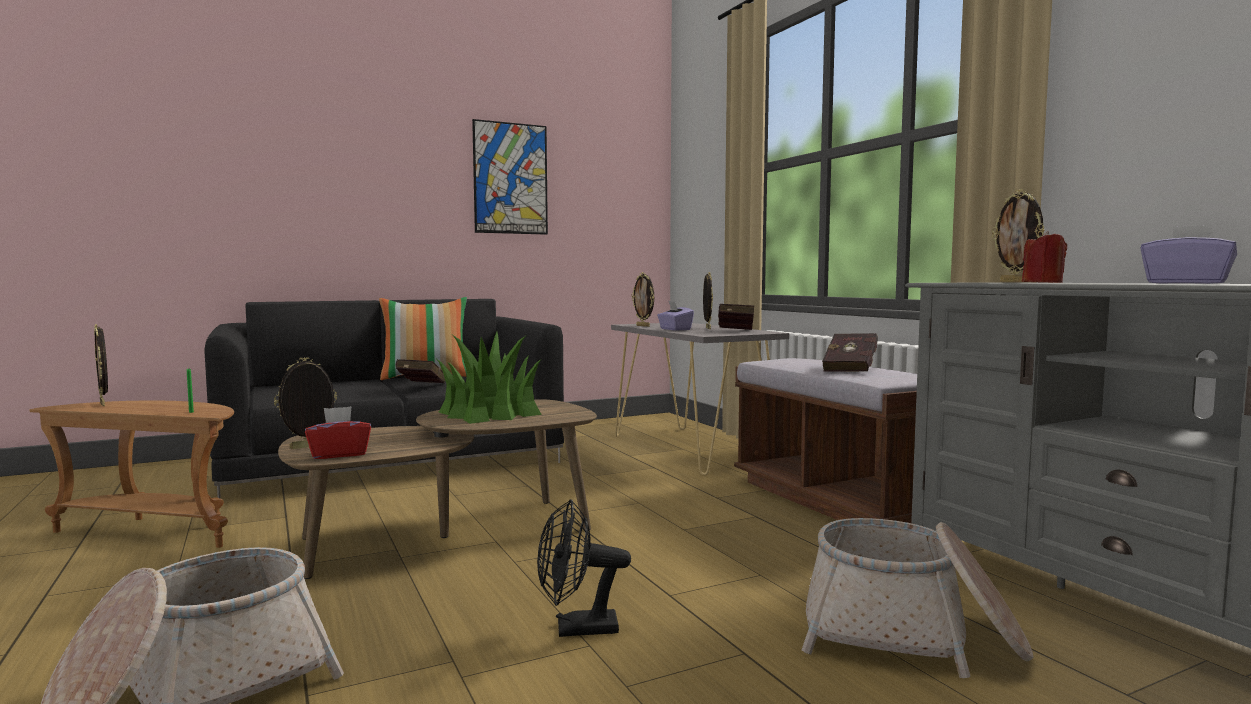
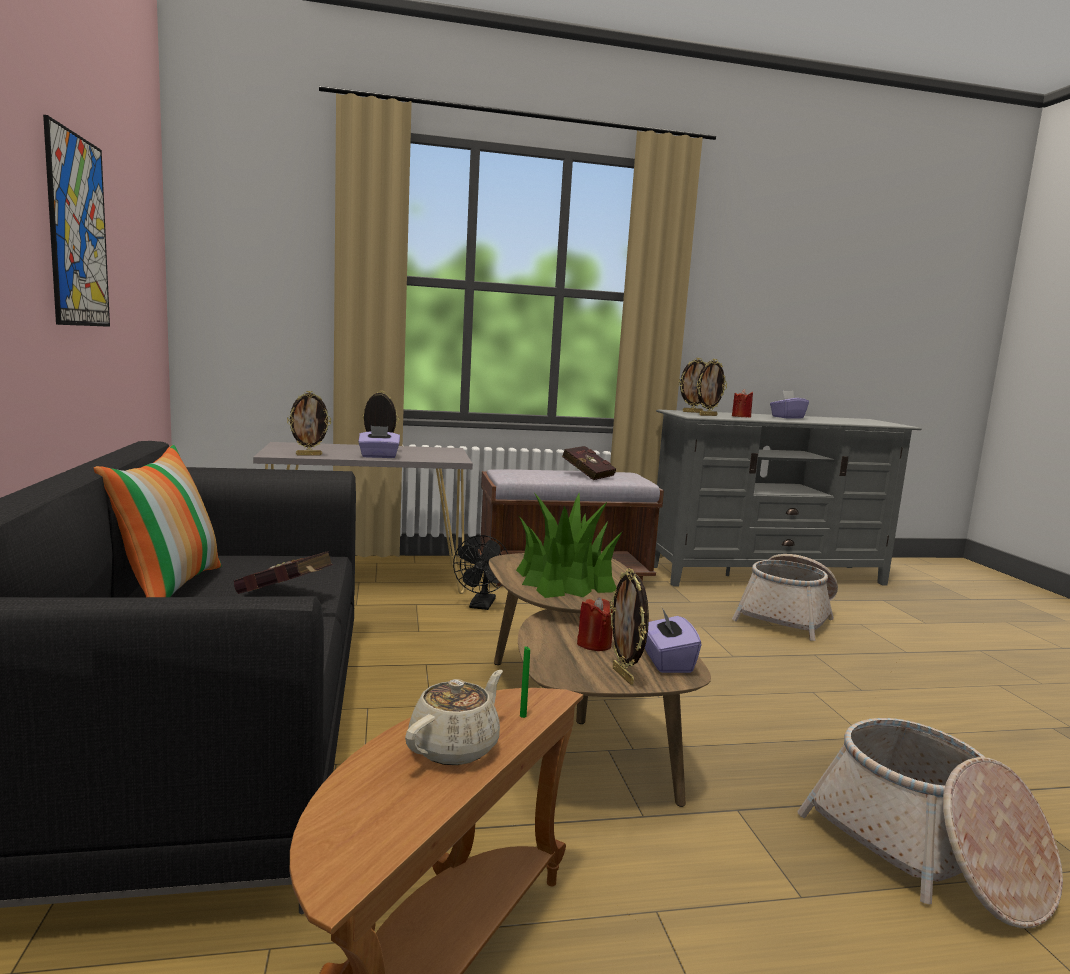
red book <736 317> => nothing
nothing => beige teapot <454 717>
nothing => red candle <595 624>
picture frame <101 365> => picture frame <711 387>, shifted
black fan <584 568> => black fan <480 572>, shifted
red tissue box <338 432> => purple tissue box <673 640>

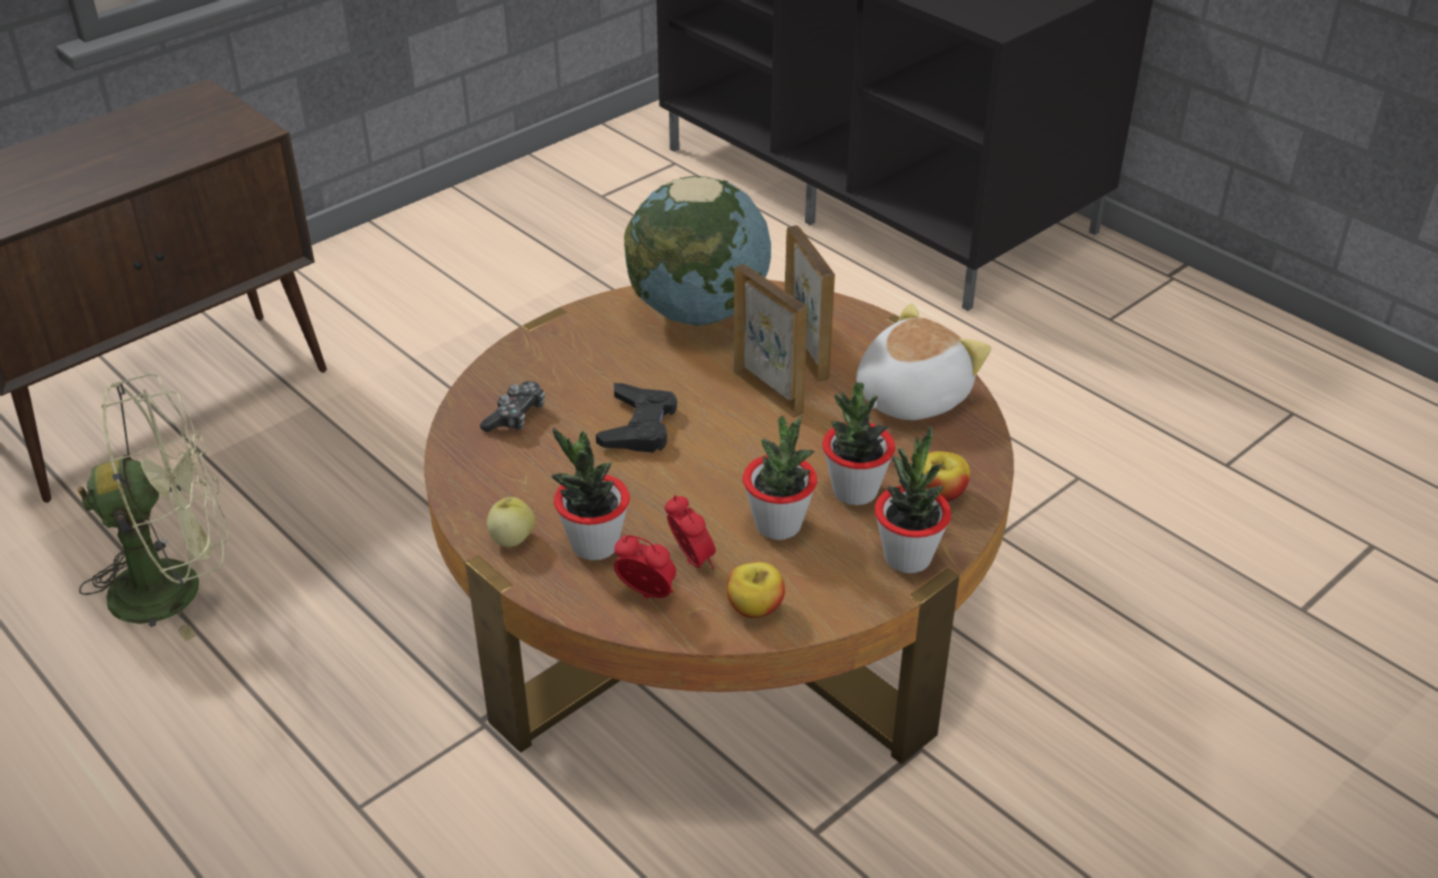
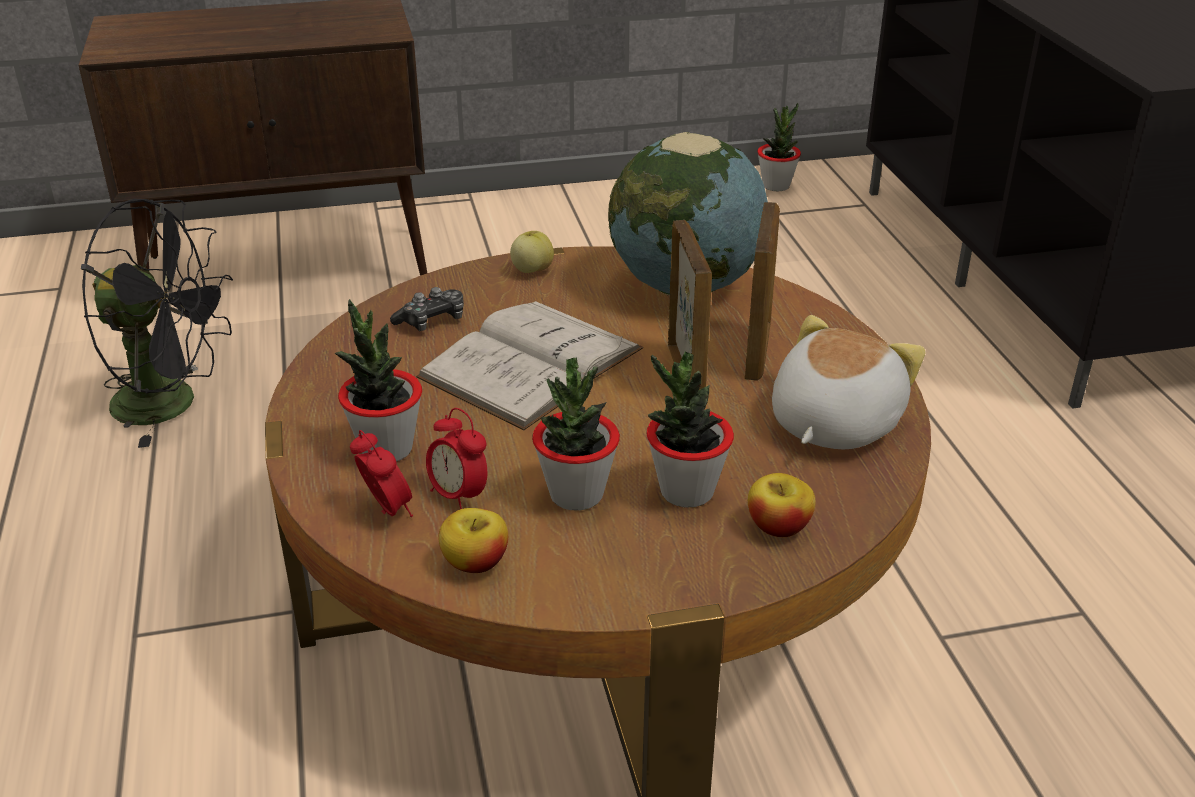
apple <511 522> => apple <532 252>, shifted
potted plant <912 499> => potted plant <779 147>, shifted
black game controller <636 418> => white book <529 366>
green fan <152 507> => black fan <157 323>
alarm clock <690 532> => alarm clock <456 458>, 135 degrees clockwise
plush toy <923 361> => plush toy <849 382>, 45 degrees counterclockwise

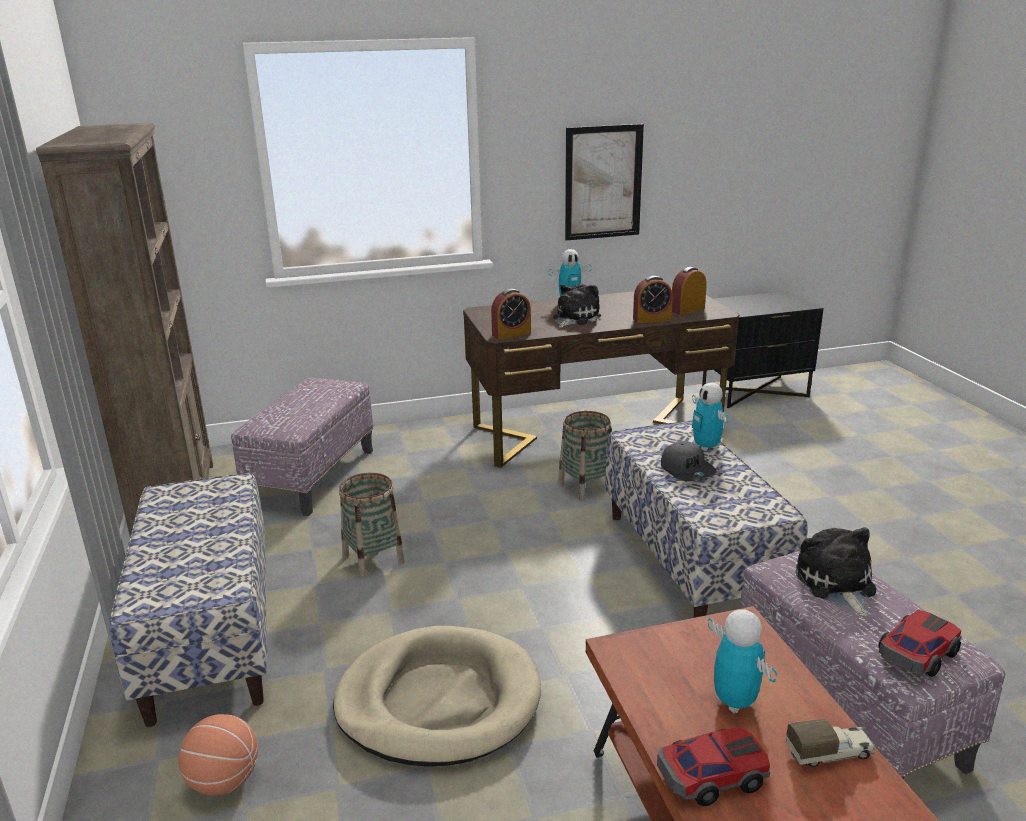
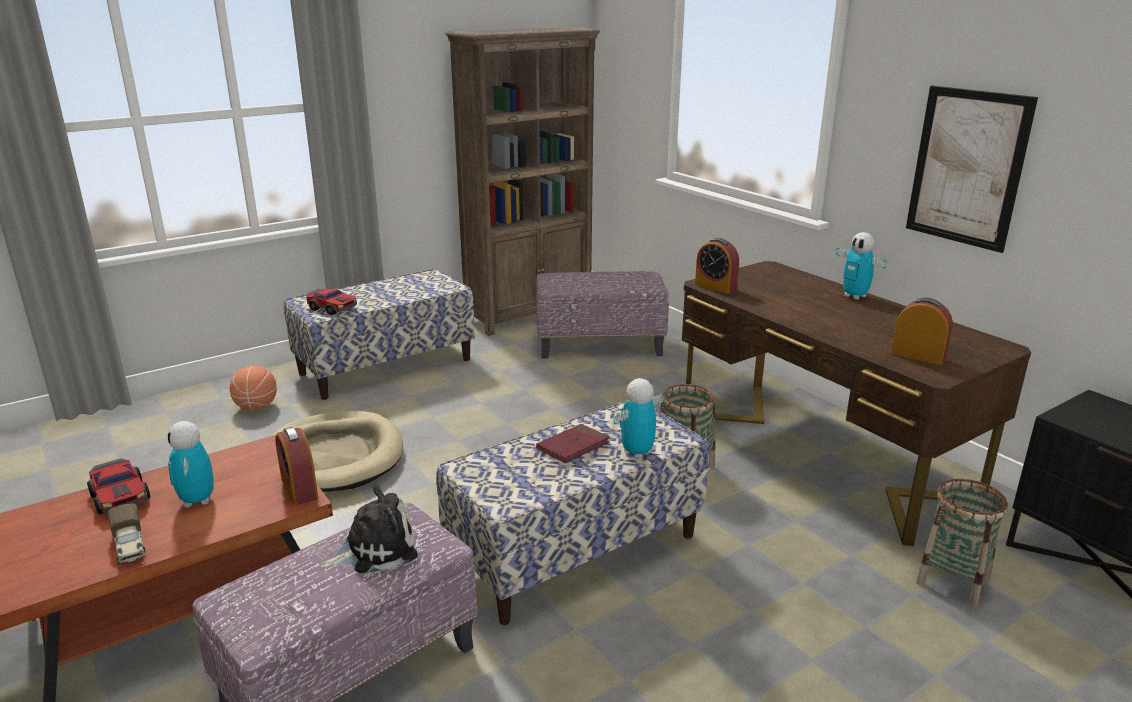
plush toy <577 306> => nothing
basket <372 525> => basket <962 543>, shifted
alarm clock <653 300> => alarm clock <296 466>, shifted
toy car <919 643> => toy car <331 302>, shifted
grey cap <688 461> => red book <573 443>
toy robot <742 661> => toy robot <190 464>, 120 degrees clockwise

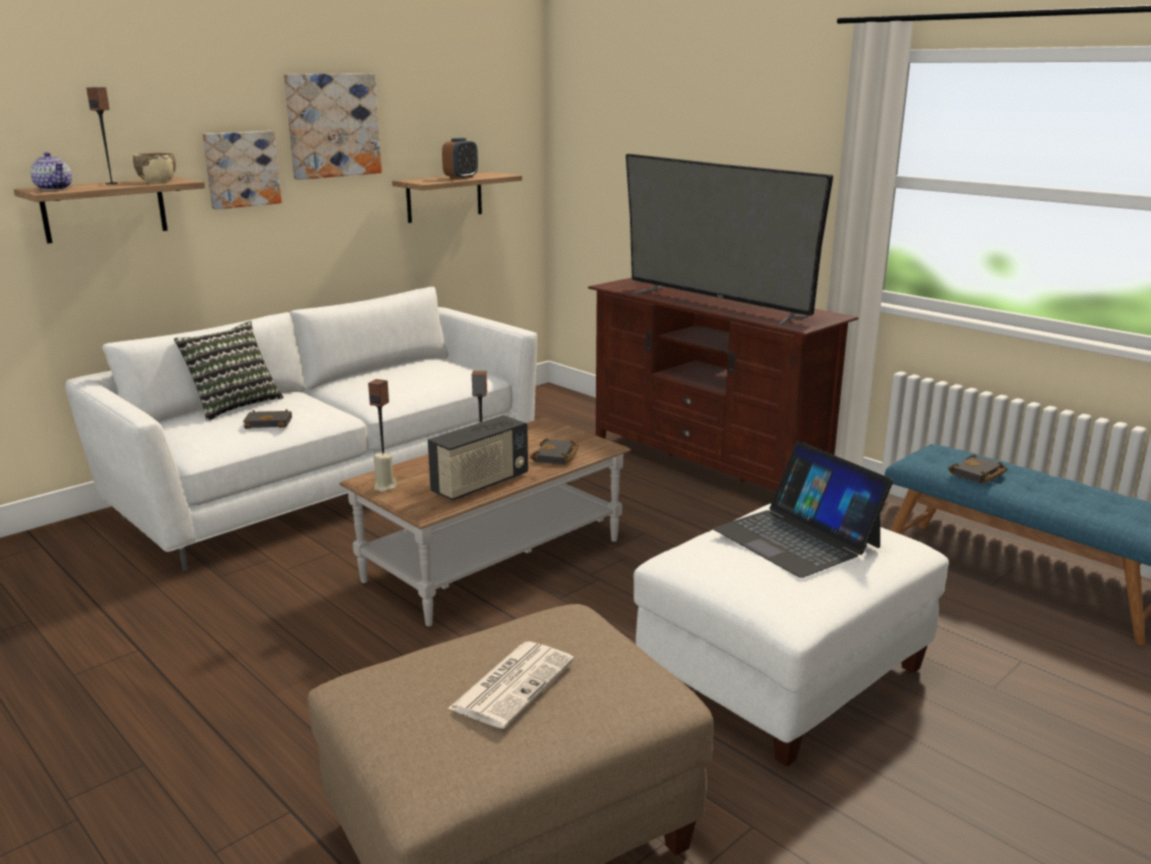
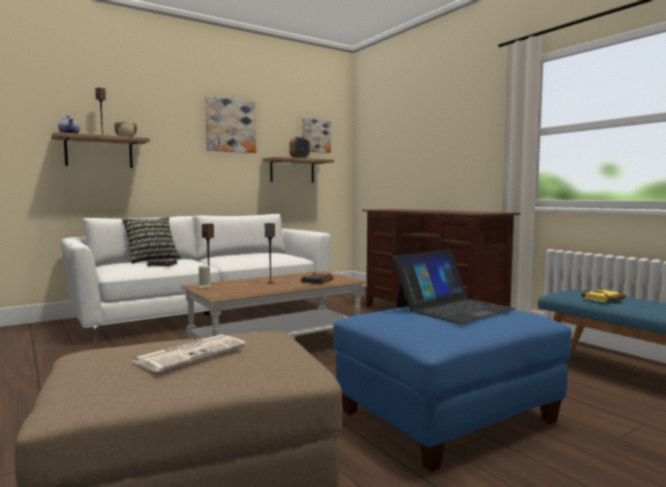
radio <478 458> => nothing
television <729 239> => nothing
picture <242 170> => picture <316 135>, shifted
white ottoman <791 635> => blue ottoman <452 389>
black book <978 469> => yellow book <603 295>
laptop <803 509> => laptop <454 287>, 105 degrees counterclockwise

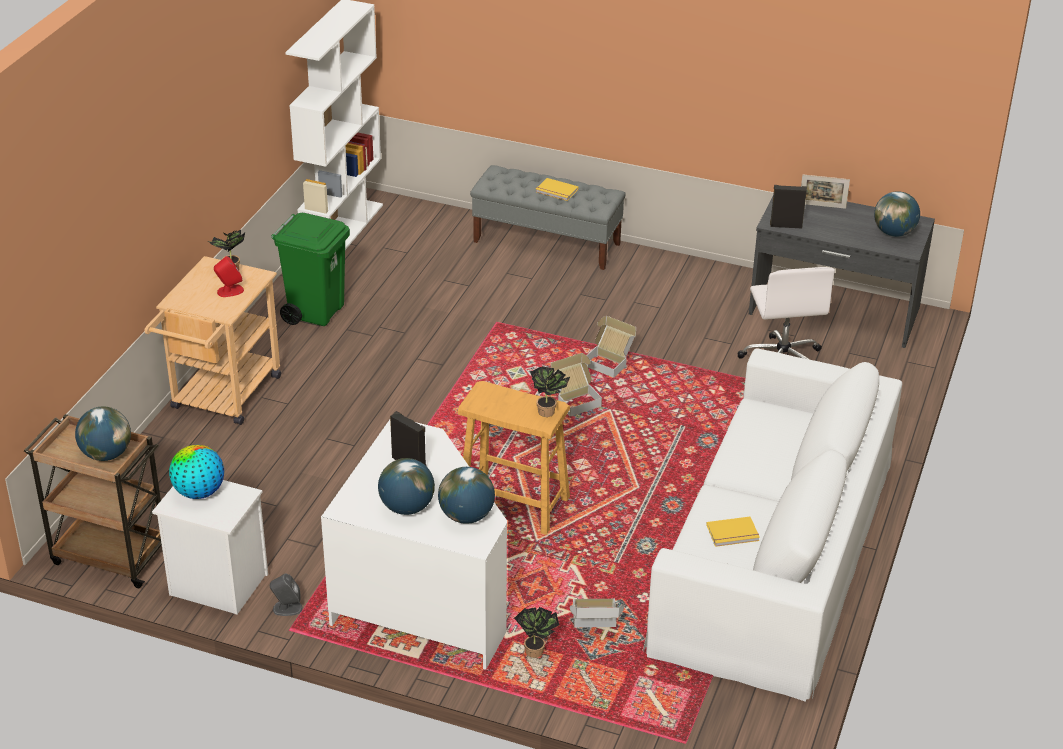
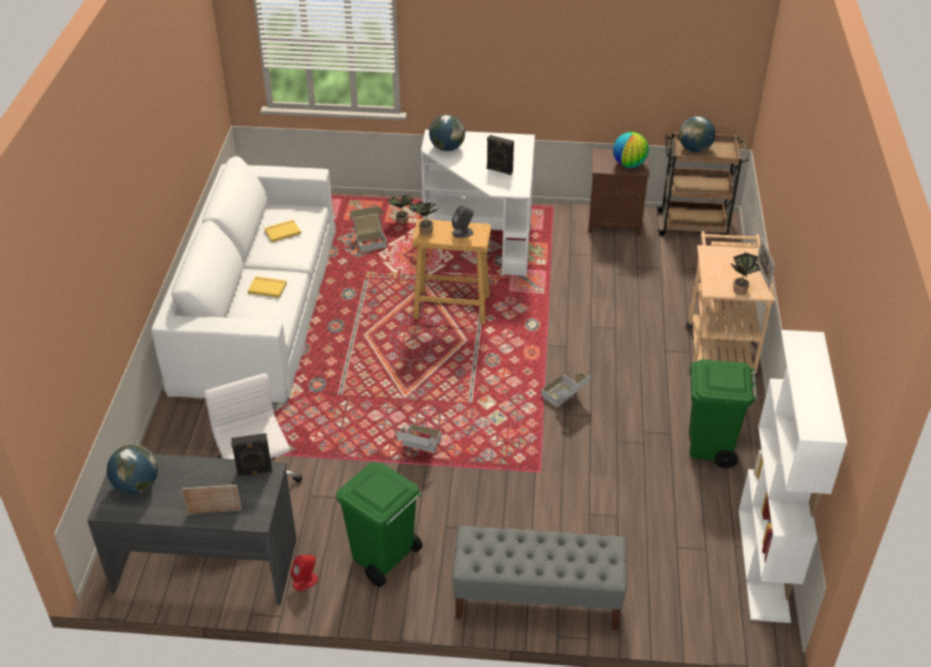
globe <406 486> => nothing
nothing => green trash can <379 524>
nothing => picture frame <766 263>
red speaker <229 276> => red speaker <304 573>, shifted
grey speaker <286 595> => grey speaker <463 221>, shifted
yellow book <557 189> => yellow book <267 287>, shifted
cardboard box <576 384> => cardboard box <566 389>, shifted
white nightstand <210 547> => brown nightstand <618 191>

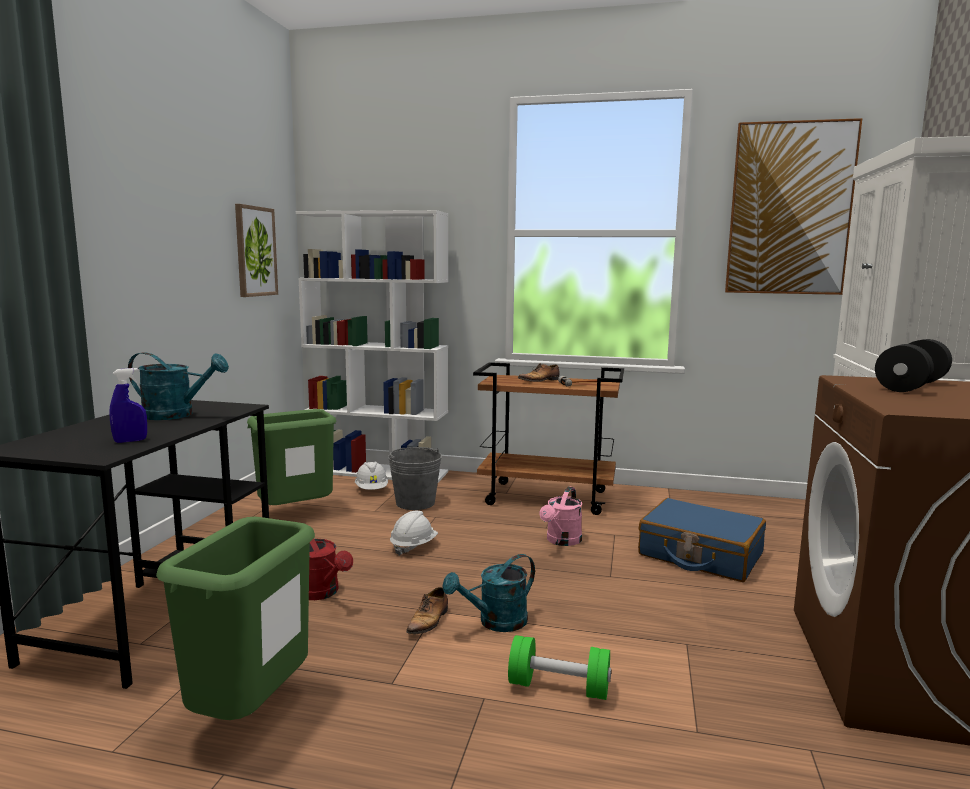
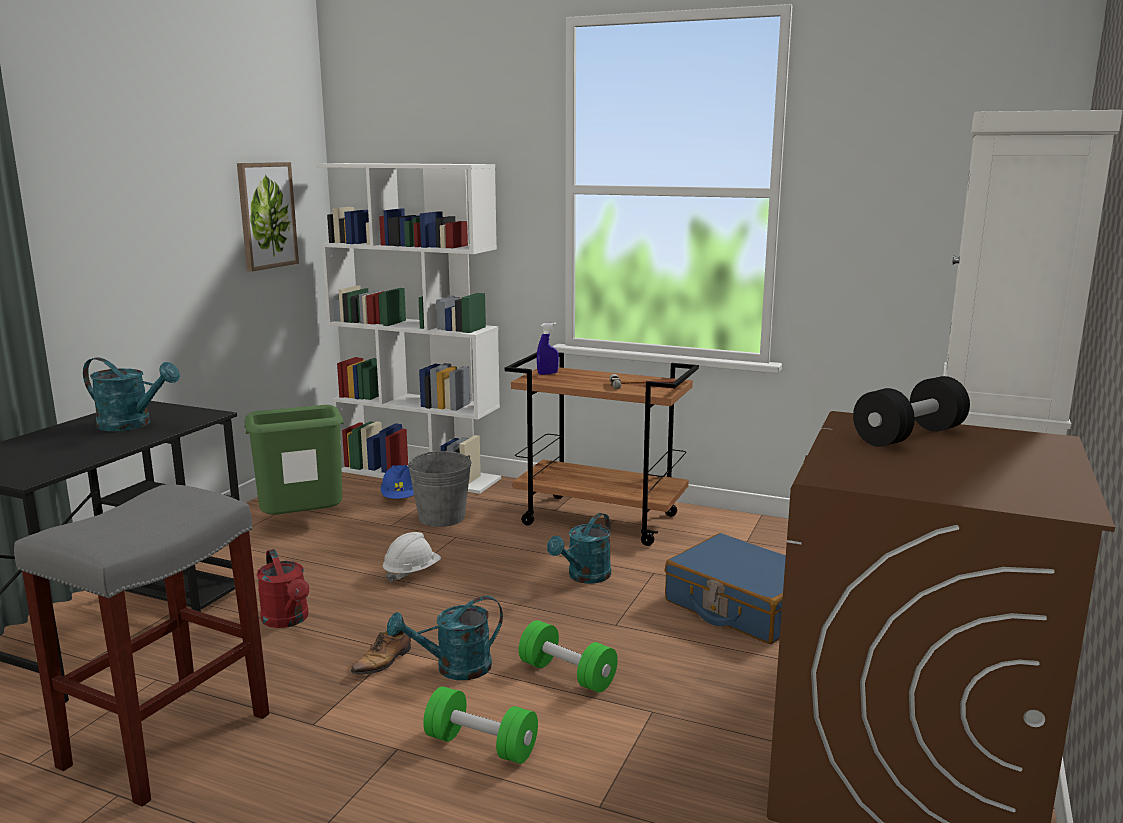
shoe <539 372> => nothing
picture <793 206> => nothing
nothing => green dumbbell <568 656>
blue spray bottle <128 405> => blue spray bottle <548 349>, shifted
green trash can <235 618> => grey stool <141 645>
white hard hat <371 475> => blue hard hat <397 482>
pink watering can <561 516> => turquoise watering can <579 548>

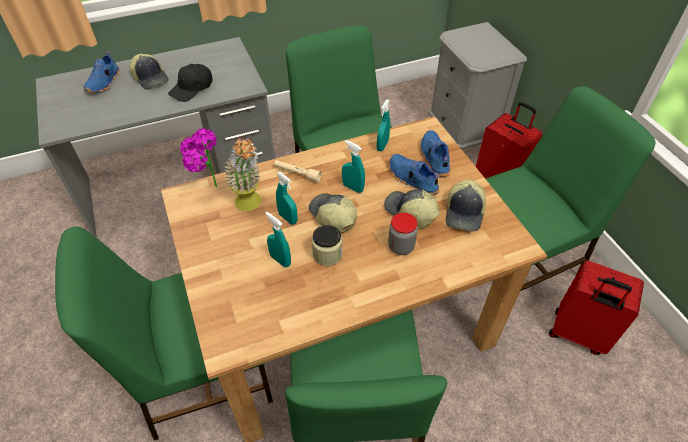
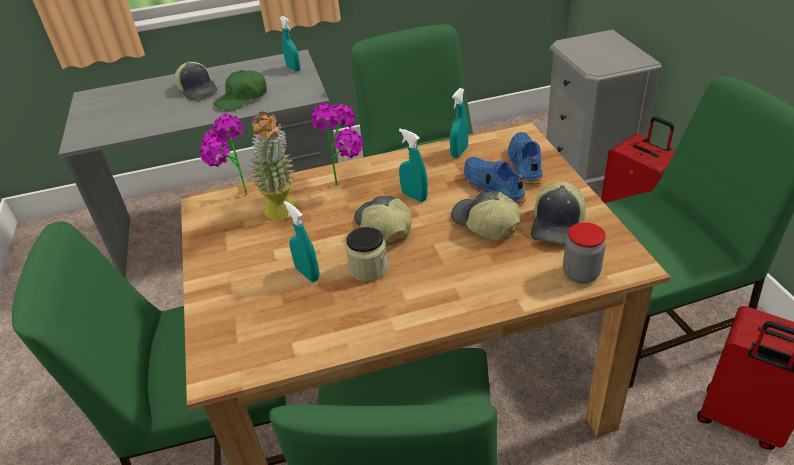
blue shoe <102 72> => nothing
turquoise spray bottle <287 198> => turquoise spray bottle <290 44>, shifted
jar <403 234> => jar <584 252>, shifted
beige flashlight <298 171> => potted plant <337 144>
black cap <190 83> => green cap <240 91>

